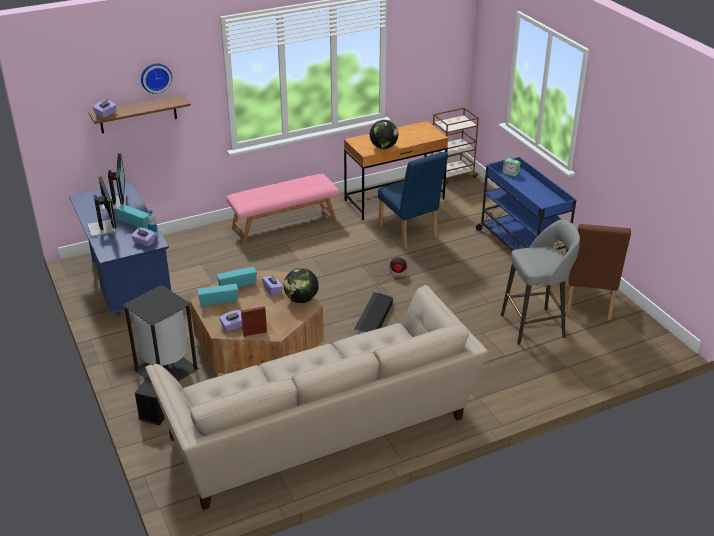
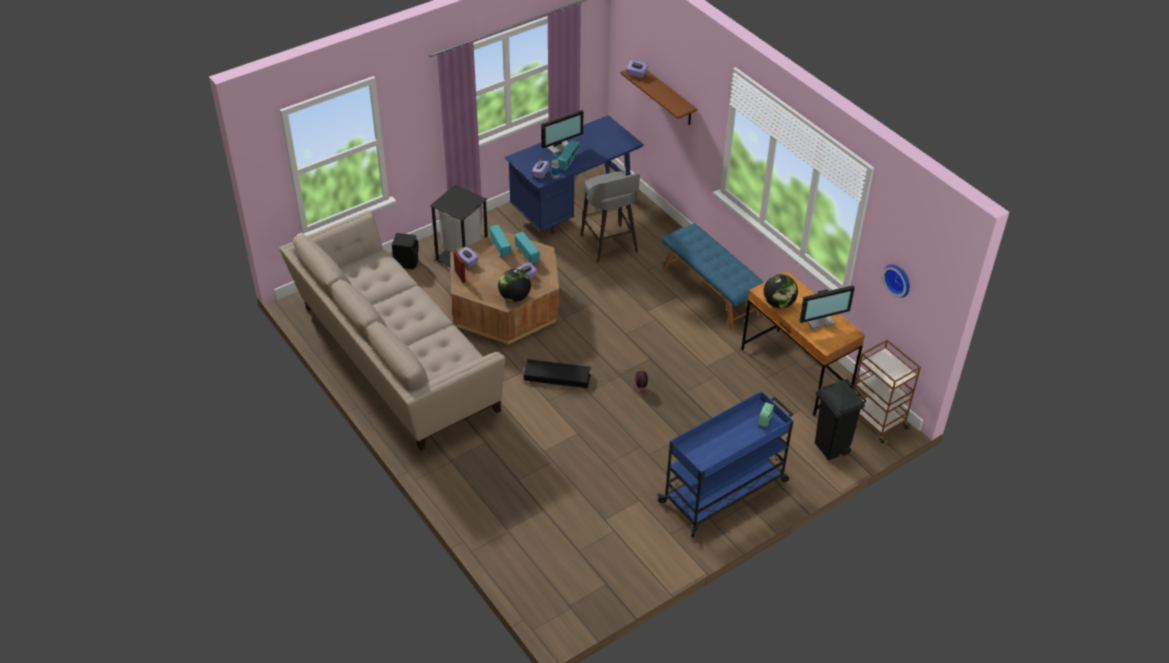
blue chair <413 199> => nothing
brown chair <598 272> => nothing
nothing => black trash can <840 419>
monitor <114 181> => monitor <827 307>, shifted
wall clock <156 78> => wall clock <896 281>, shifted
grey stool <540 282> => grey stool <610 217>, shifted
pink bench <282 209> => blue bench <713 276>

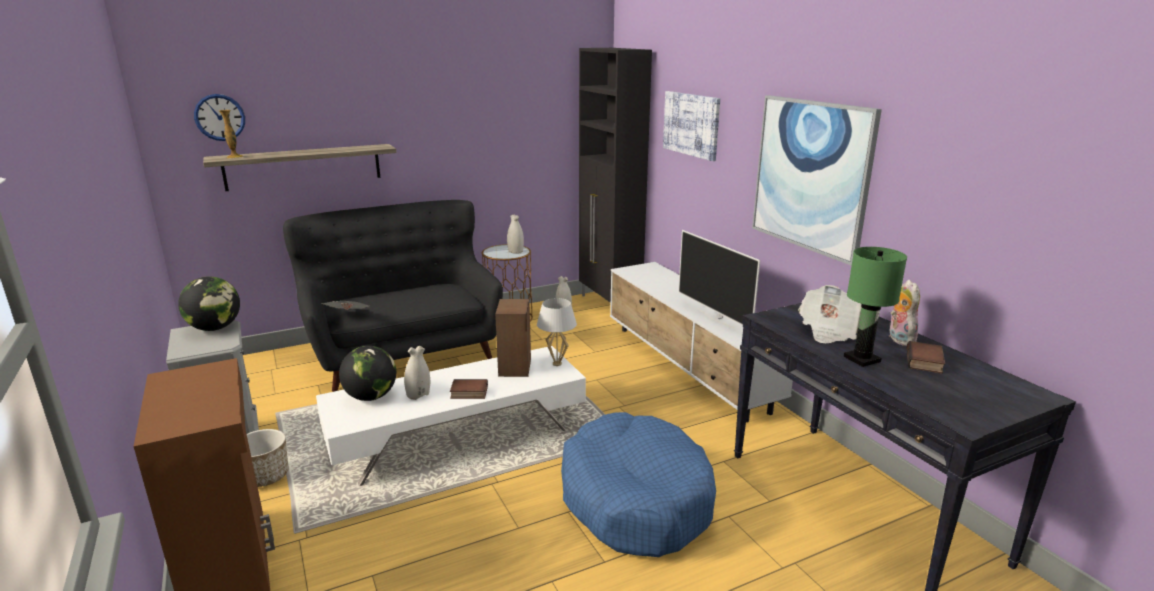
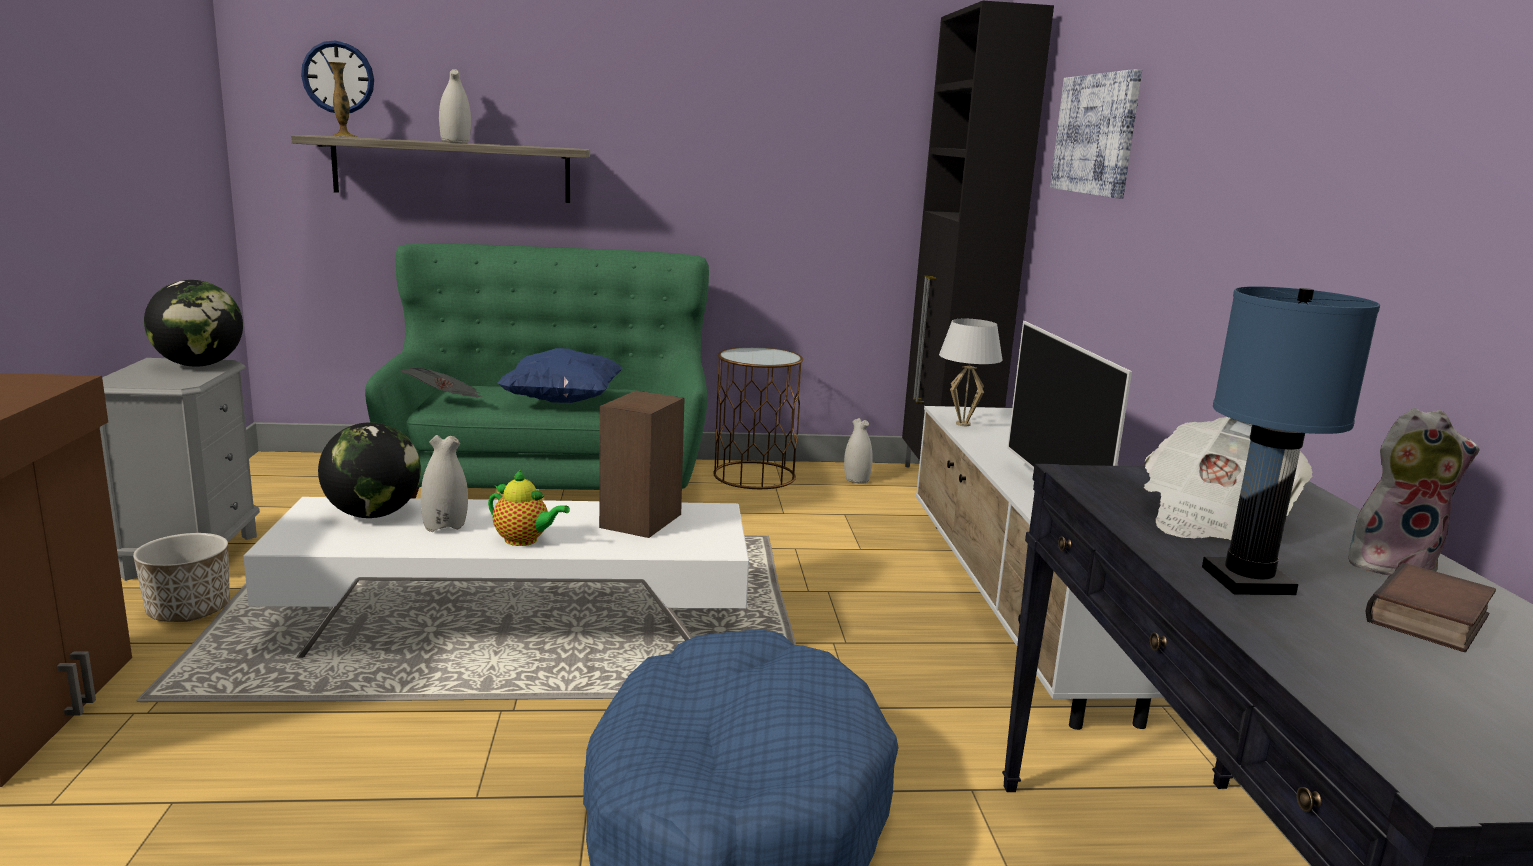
picture <817 180> => nothing
nothing => blue pillow <559 375>
white vase <515 234> => white vase <455 106>, shifted
white table lamp <557 332> => white table lamp <970 372>, shifted
book <469 389> => teapot <529 508>
black sofa <393 296> => green sofa <537 371>
green table lamp <875 307> => blue table lamp <1291 440>
plush toy <904 313> => plush toy <1414 492>, 75 degrees clockwise

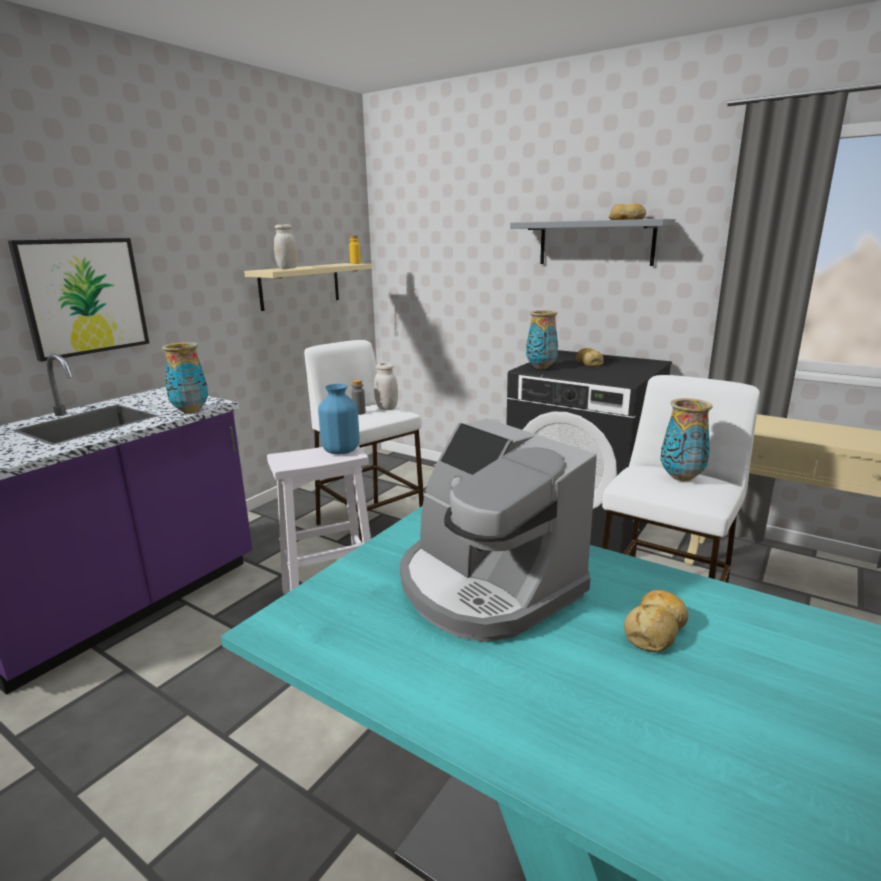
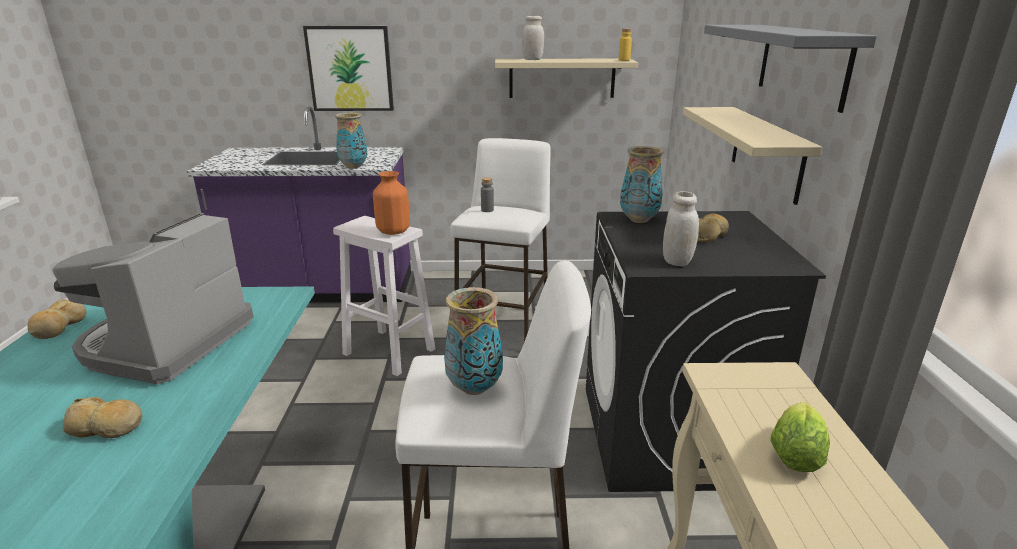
nothing => beige shelf <753 156>
nothing => lettuce <800 437>
white jar <386 386> => white jar <681 228>, shifted
bread <627 212> => bread <56 319>, shifted
blue vase <339 419> => orange vase <391 203>

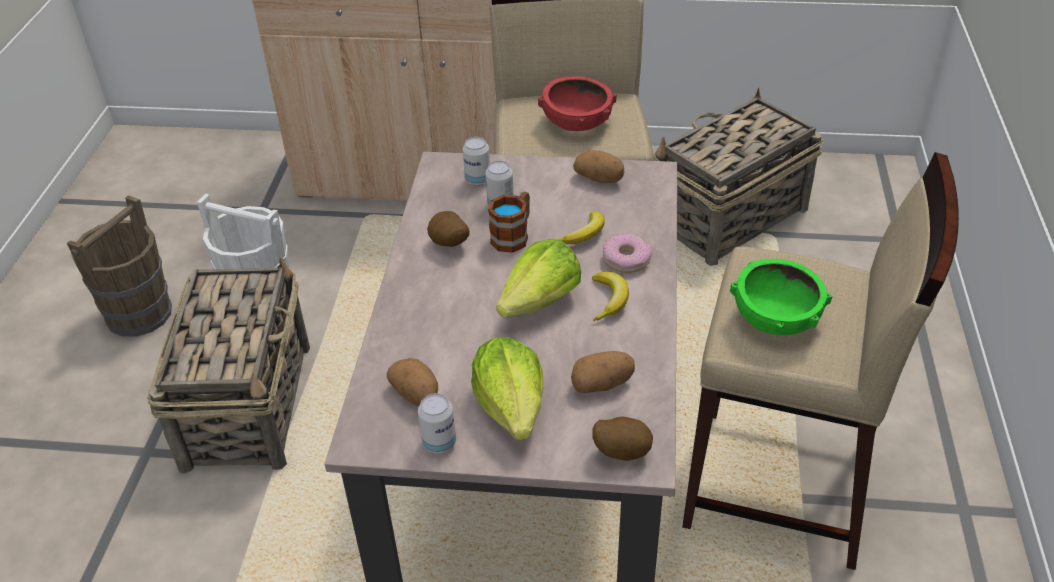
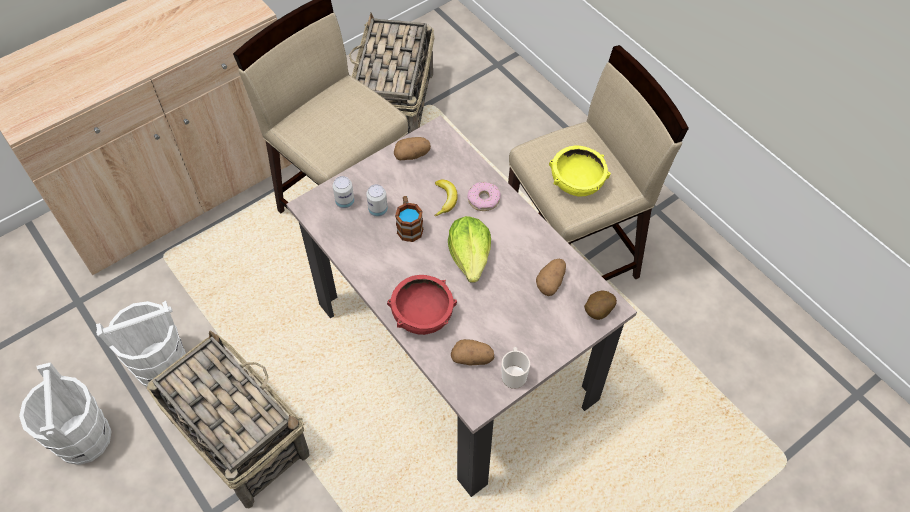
potato <448 229> => nothing
lettuce <507 388> => nothing
banana <610 296> => nothing
red bowl <577 103> => red bowl <422 305>, shifted
can <437 423> => mug <516 368>
brown bucket <119 266> => white bucket <65 413>
green bowl <781 297> => yellow bowl <580 171>

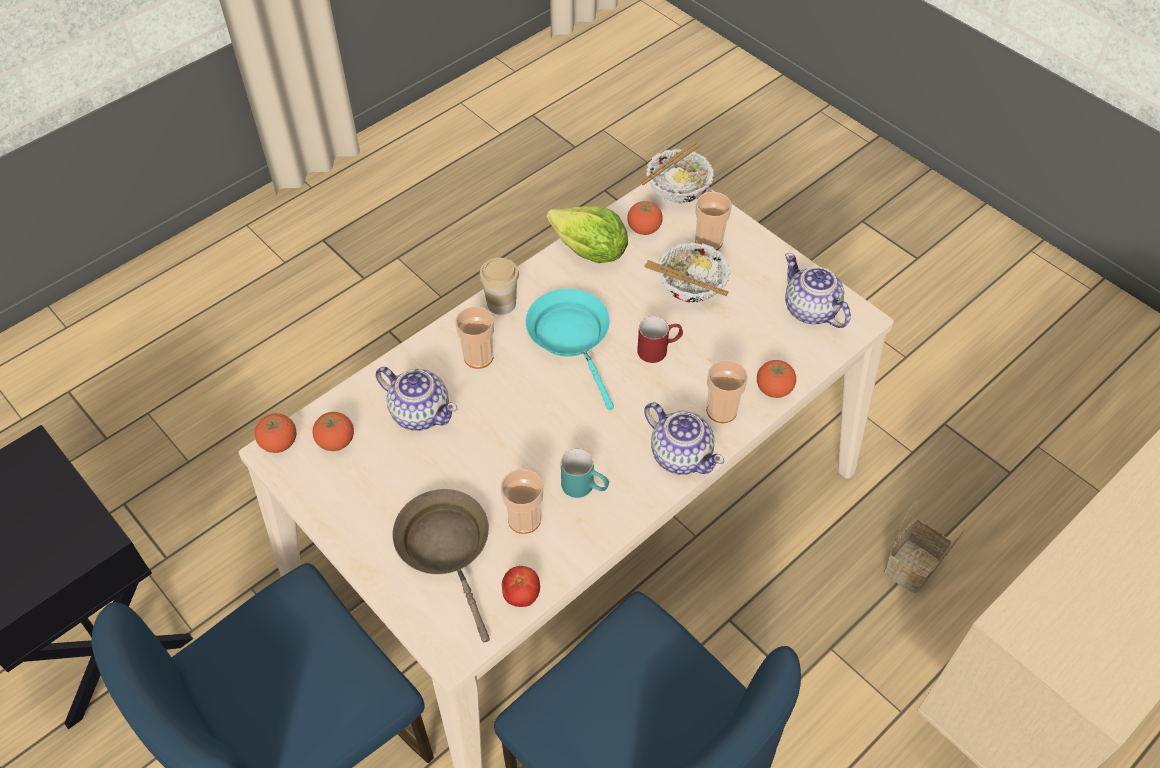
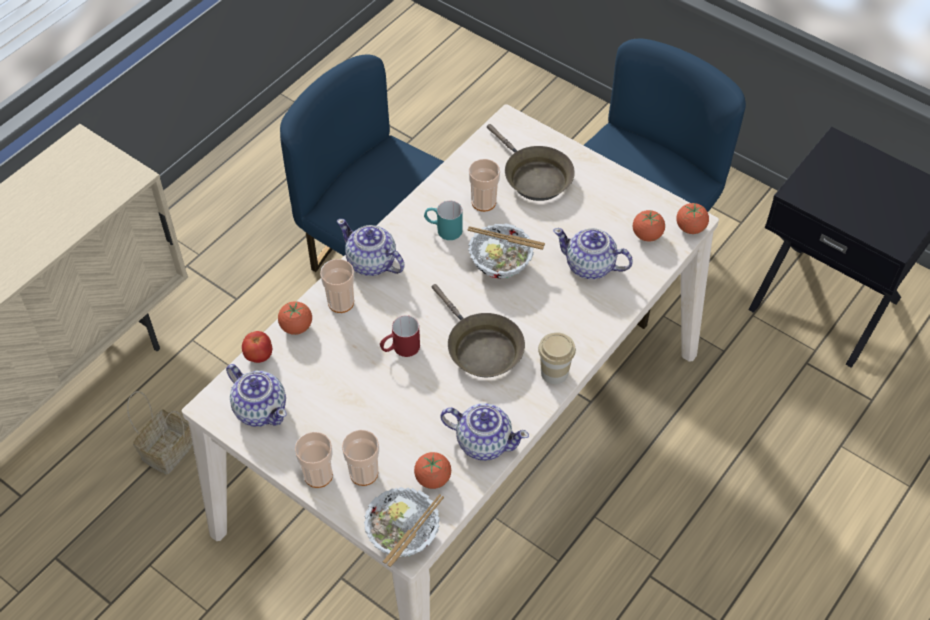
cup <475 337> => cup <314 460>, shifted
tomato <521 586> => tomato <257 347>, shifted
bowl <687 272> => bowl <506 251>, shifted
lettuce <587 234> => teapot <484 432>
turquoise frying pan <570 349> => brown frying pan <478 330>

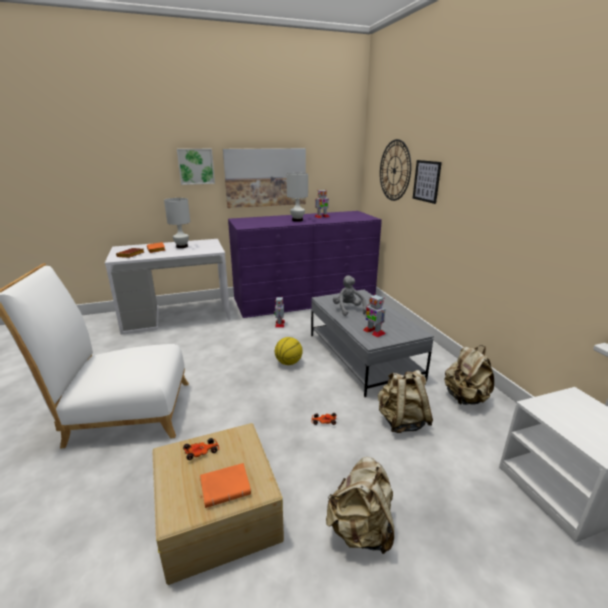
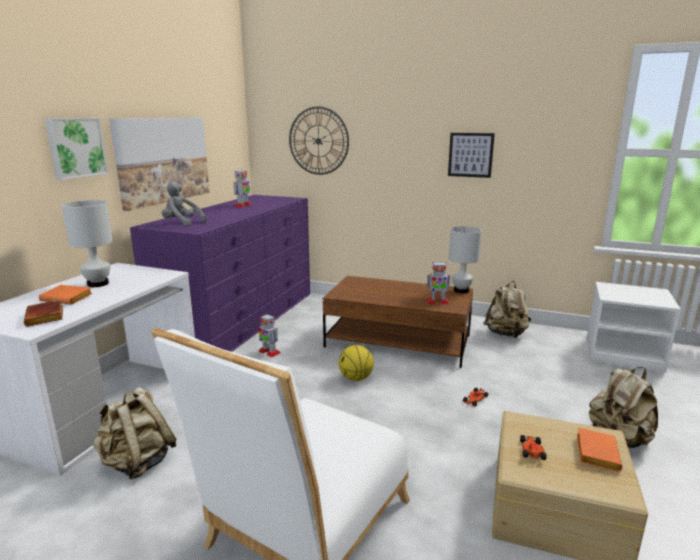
white table lamp <297 197> => white table lamp <465 259>, shifted
grey plush toy <350 296> => grey plush toy <184 203>, shifted
beige backpack <405 401> => beige backpack <134 433>, shifted
picture <427 182> => picture <471 155>, shifted
grey coffee table <372 343> => brown coffee table <398 322>

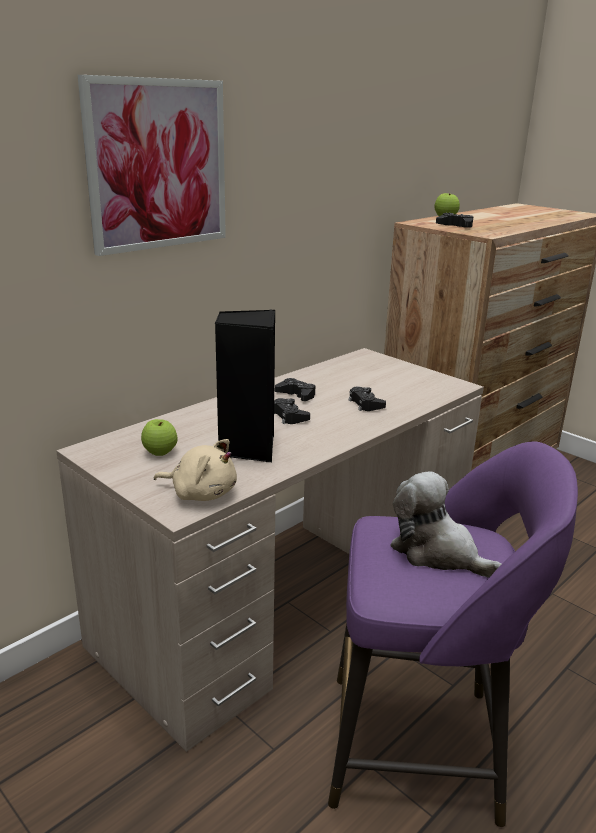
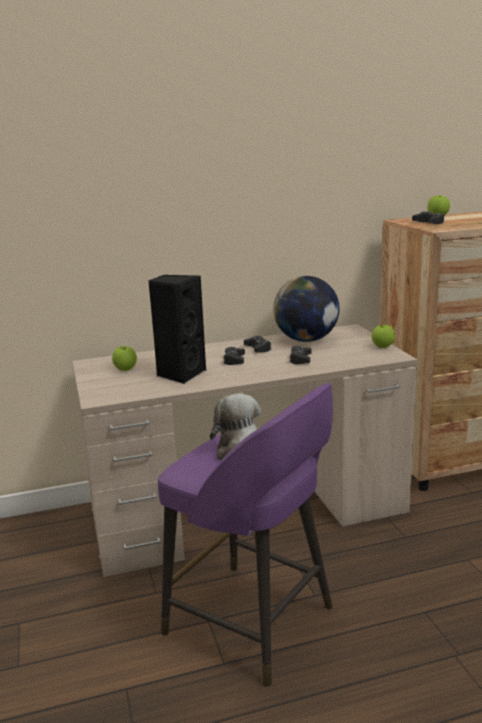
picture <152 165> => nothing
beige plush toy <195 470> => nothing
nothing => globe <306 309>
nothing => apple <383 336>

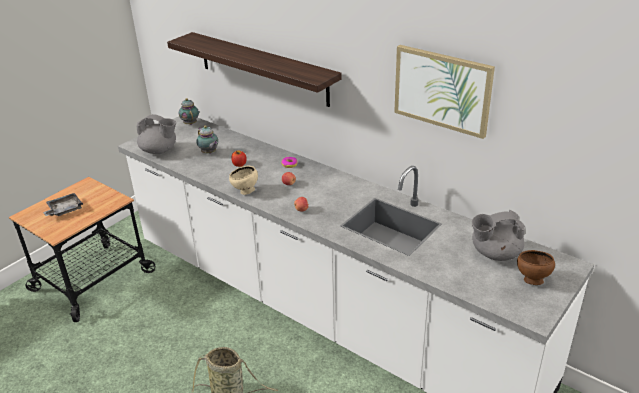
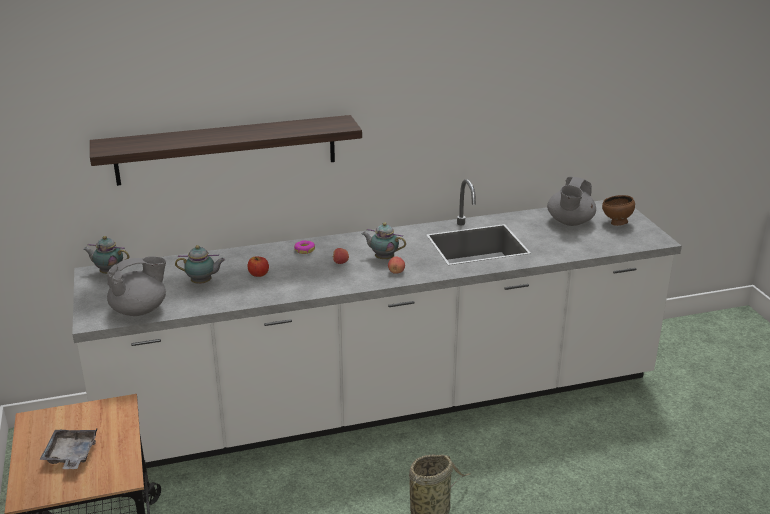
beige bowl <243 180> => nothing
picture <444 92> => nothing
nothing => teapot <384 241>

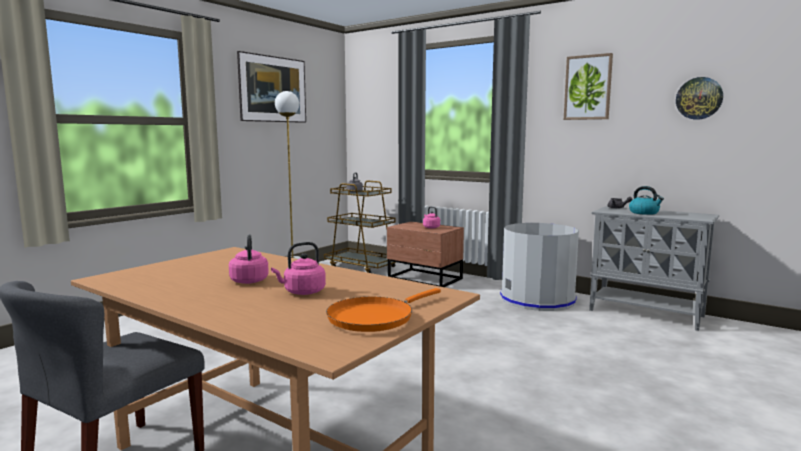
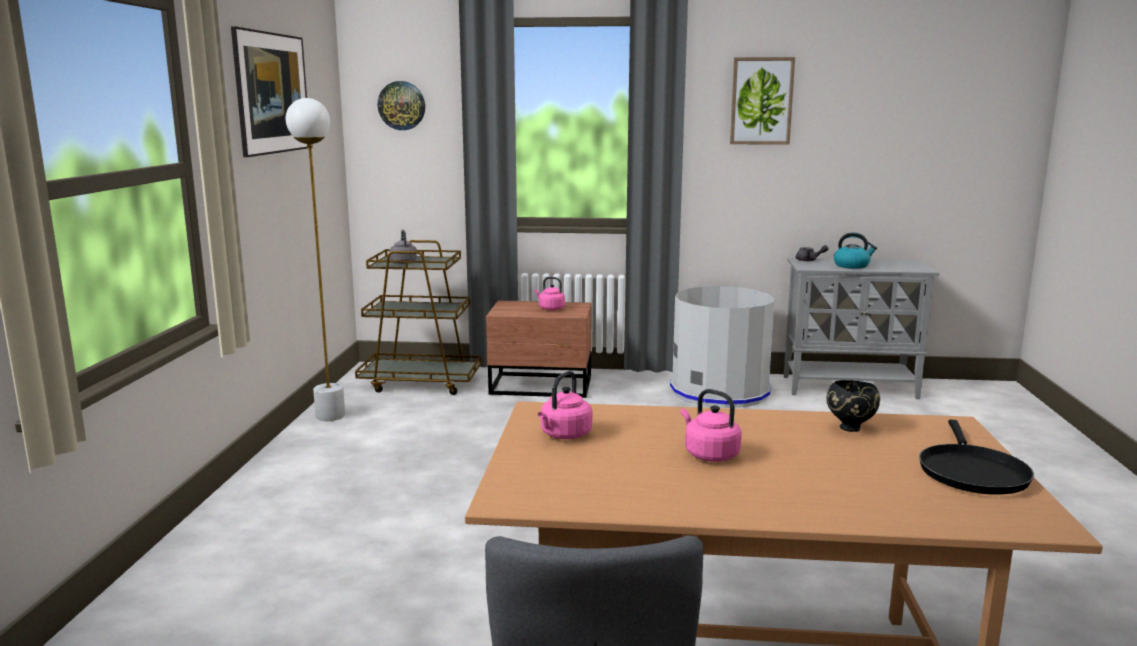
nothing => black bowl <853 406>
pink kettle <298 268> => pink kettle <565 405>, shifted
wall clock <699 98> => wall clock <401 105>, shifted
orange frying pan <383 310> => black frying pan <976 457>

